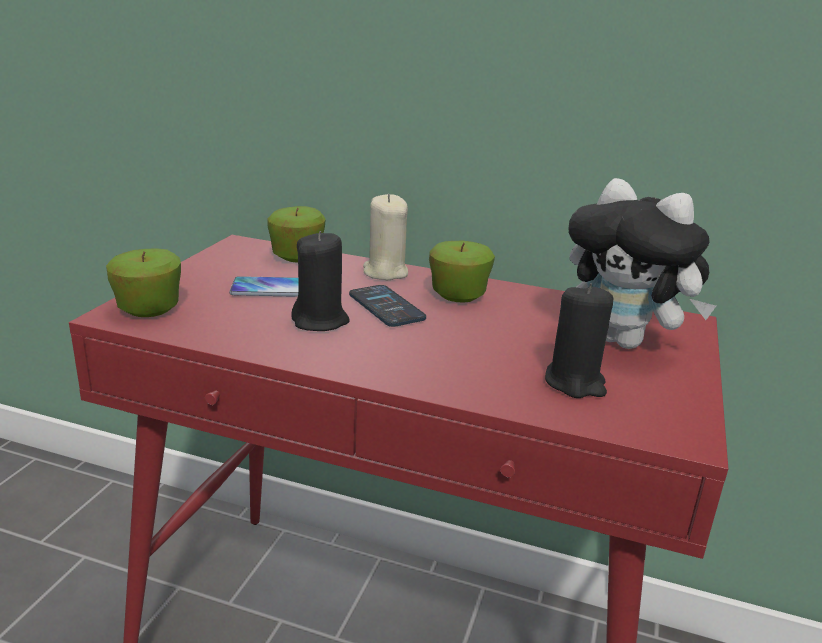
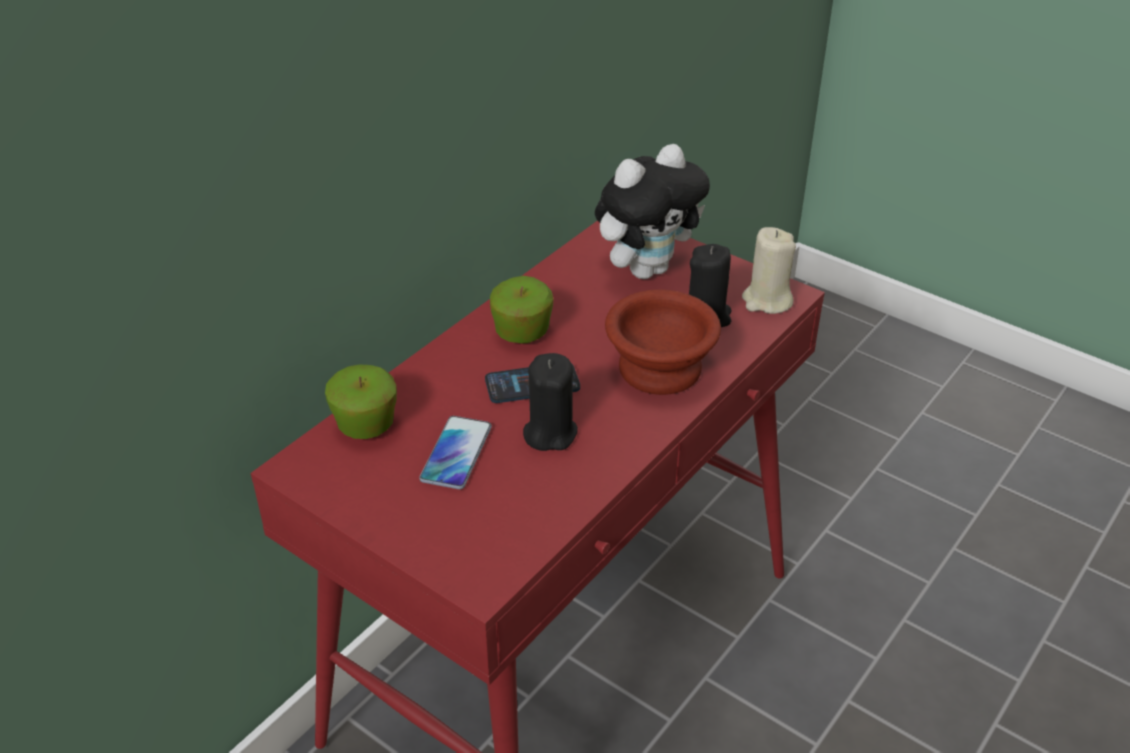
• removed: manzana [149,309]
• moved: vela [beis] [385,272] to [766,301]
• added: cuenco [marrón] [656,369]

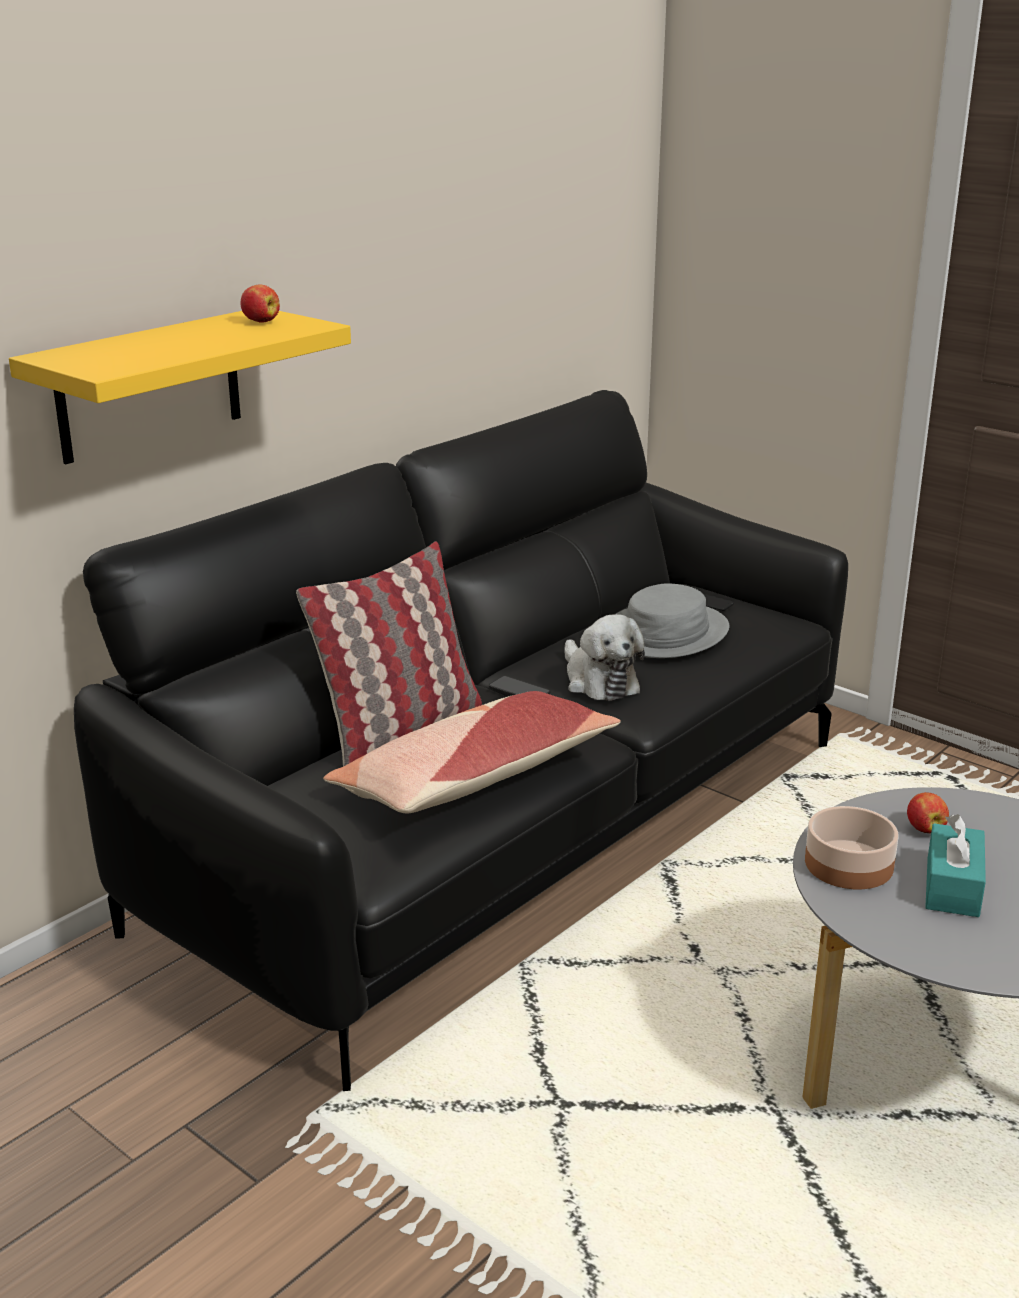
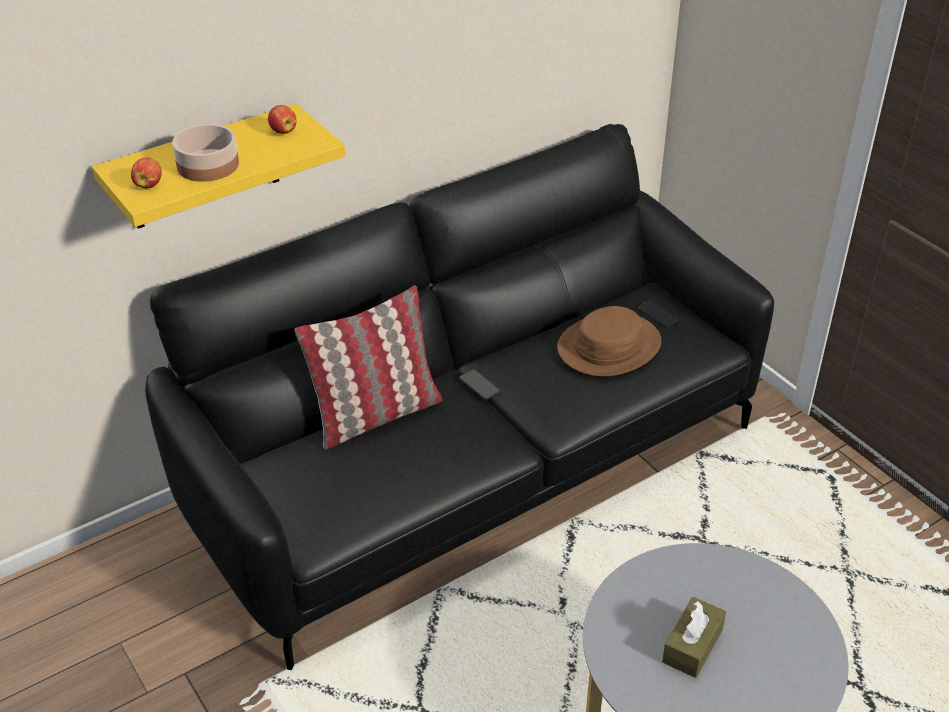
• removed: cojín [474,778]
• removed: peluche [599,681]
• recoloured: sombrero [gris] [666,633] to sombrero [marrón] [609,346]
• moved: cuenco [847,864] to [208,165]
• moved: manzana [924,829] to [149,185]
• recoloured: caja de pañuelos [turquesa] [952,886] to caja de pañuelos [marrón] [692,646]

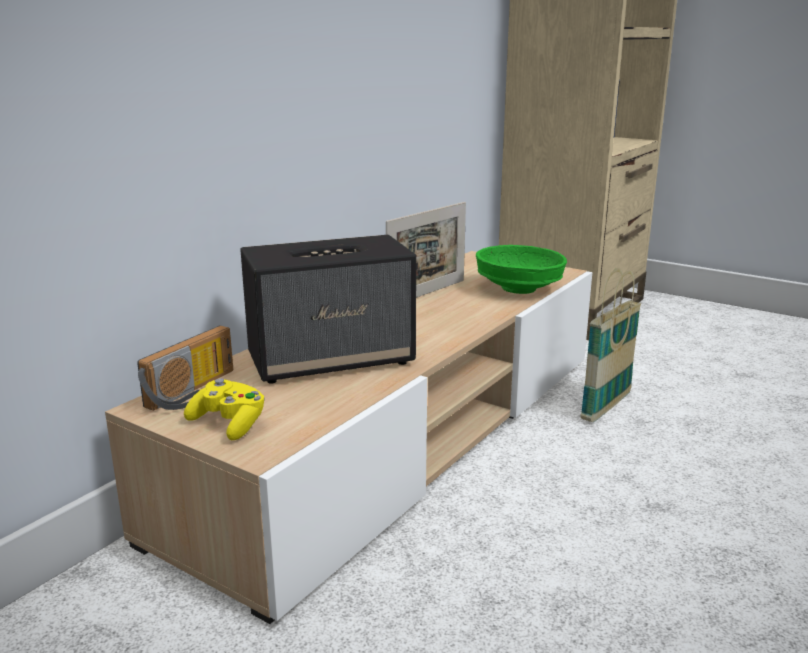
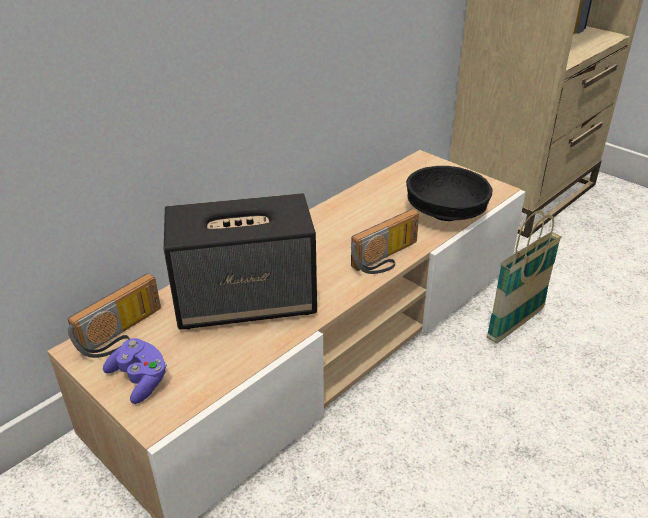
• recoloured: mando de consola [amarillo] [229,424] to mando de consola [morado] [140,379]
• removed: portarretratos [426,293]
• recoloured: cuenco [verde] [519,289] to cuenco [negro] [445,213]
• added: radio [387,259]

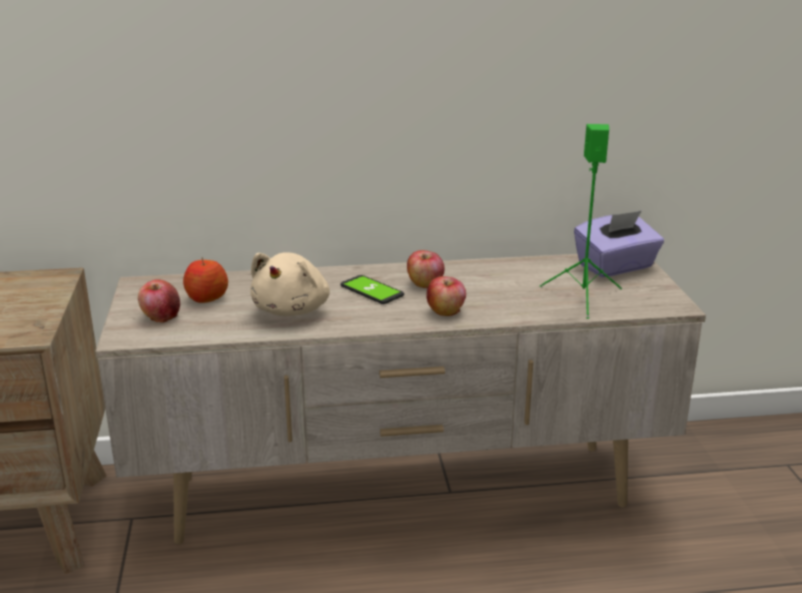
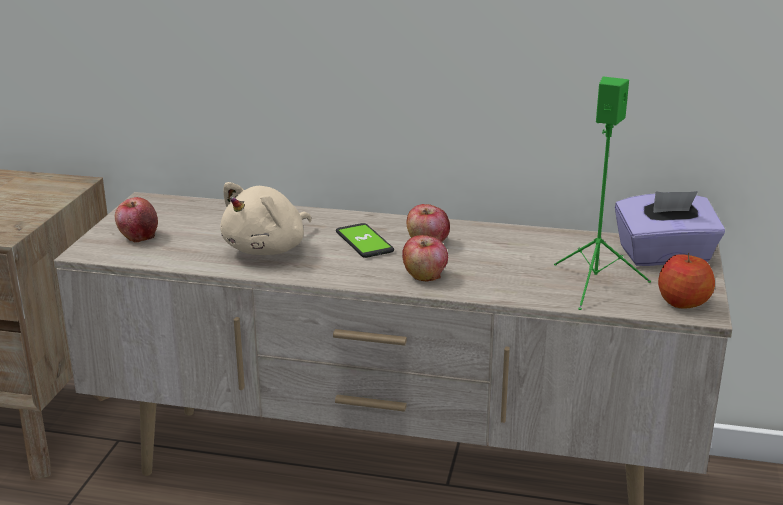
• moved: manzana [206,297] to [683,302]

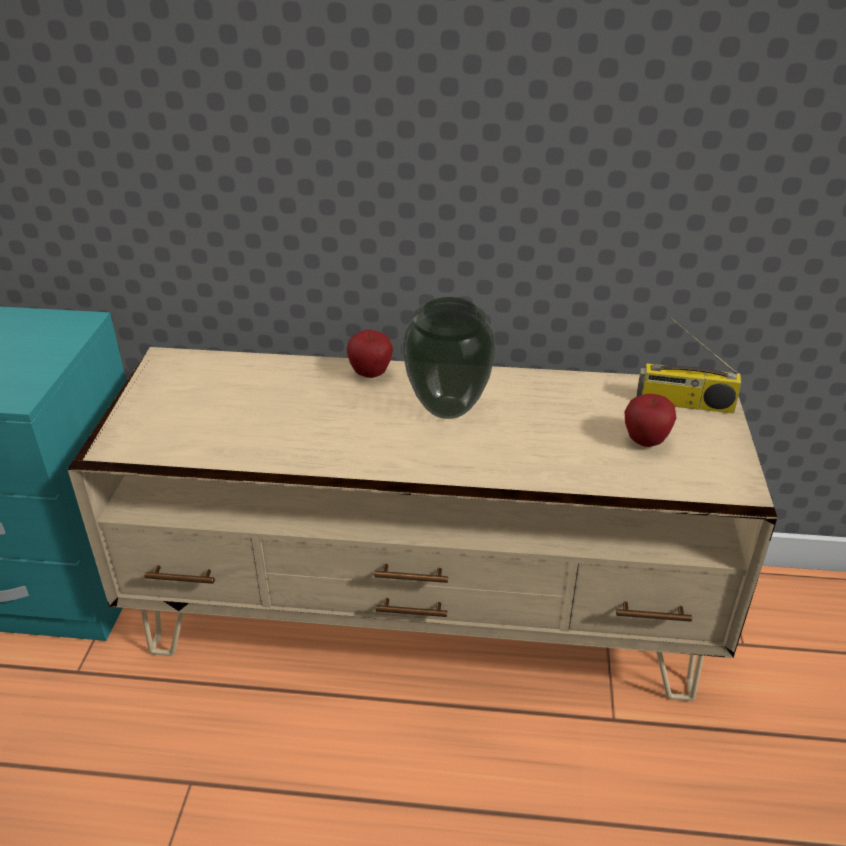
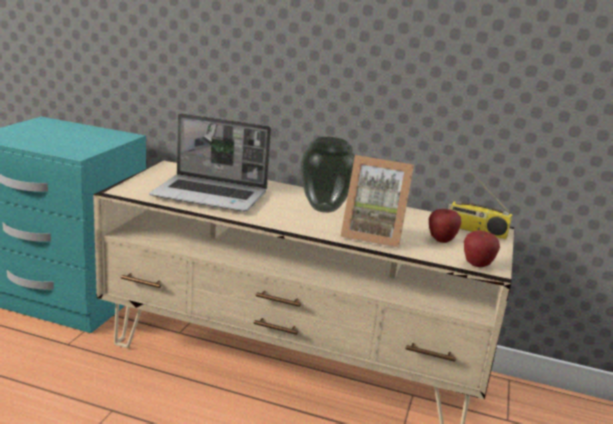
• moved: manzana [370,374] to [477,265]
• added: portátil [211,195]
• added: portarretratos [373,235]

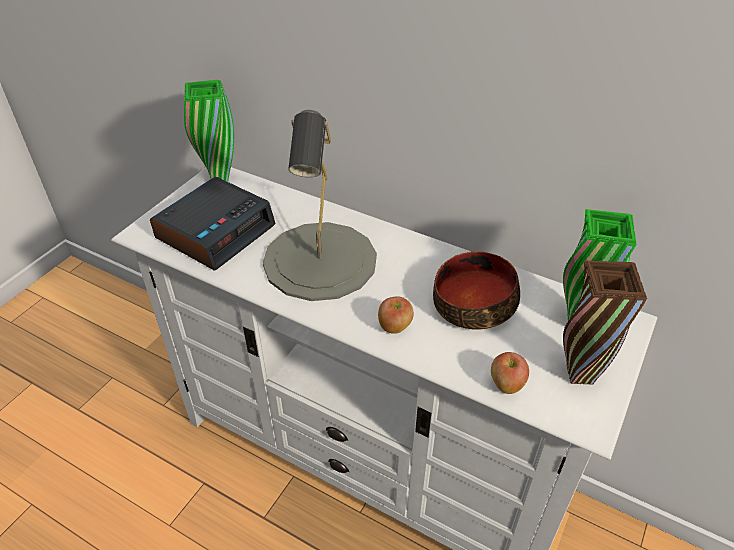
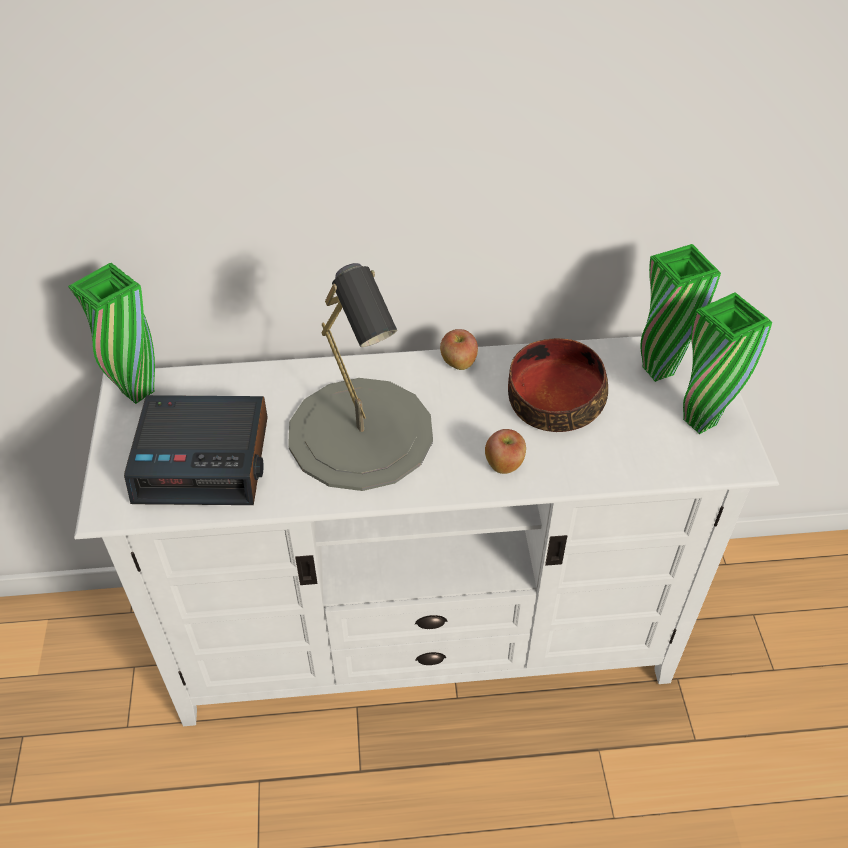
• turned: despertador [216,231] = [204,459] 90 degrees clockwise
• moved: manzana [506,385] to [458,363]
• recoloured: florero [marrón] [579,375] to florero [verde] [700,422]

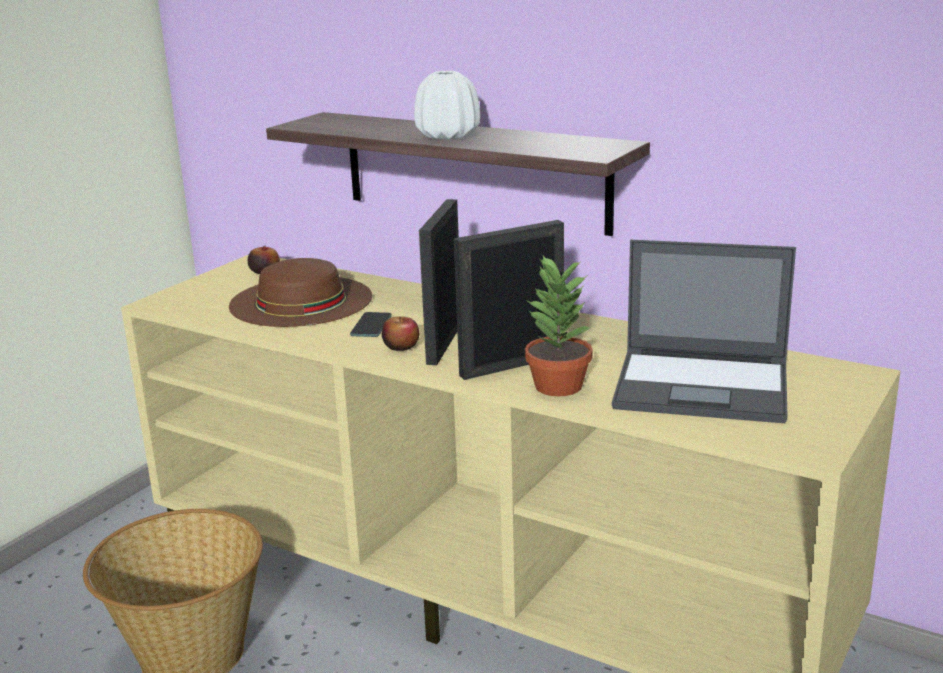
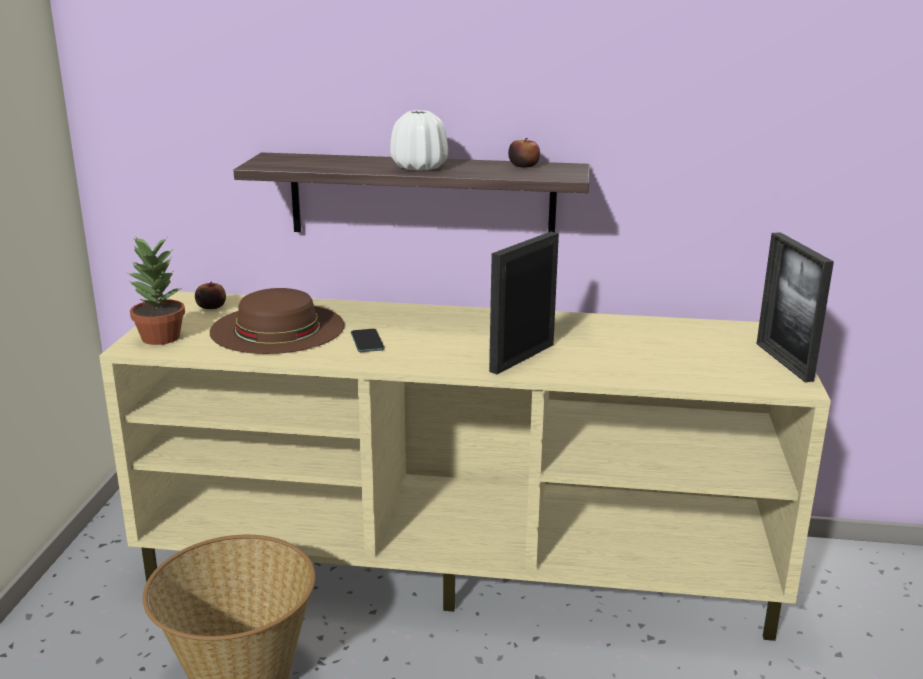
• moved: manzana [401,347] to [523,165]
• moved: portarretratos [444,343] to [784,361]
• moved: planta en maceta [557,386] to [159,337]
• removed: portátil [704,387]

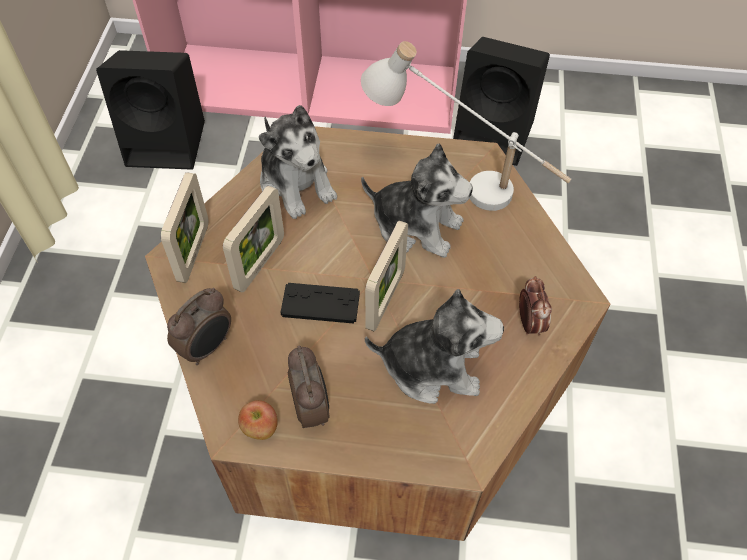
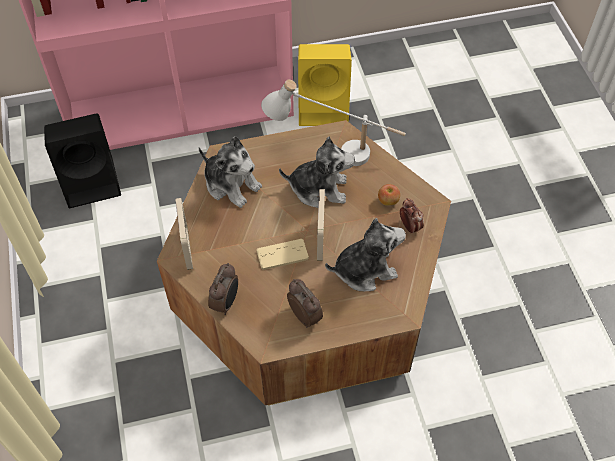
• removed: portarretratos [260,264]
• moved: manzana [260,429] to [388,201]
• recoloured: mando de consola [negro] [320,304] to mando de consola [beis] [282,255]
• recoloured: altavoz [negro] [495,134] to altavoz [amarillo] [325,107]

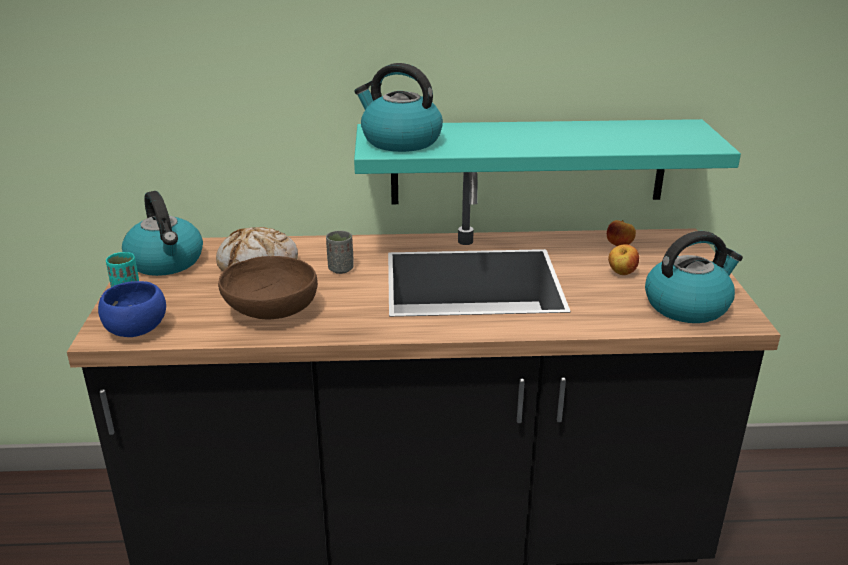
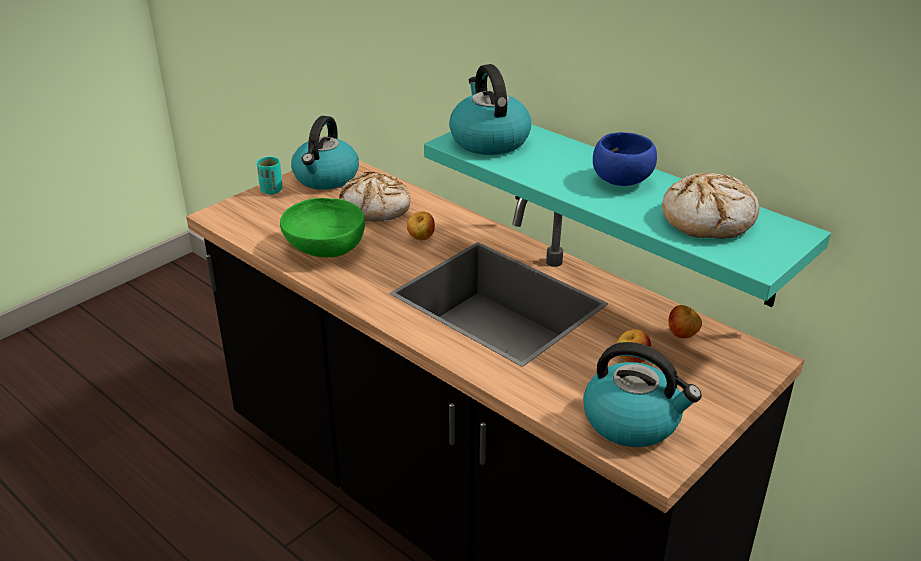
• moved: cuenco [azul] [138,329] to [623,181]
• recoloured: cuenco [marrón] [270,311] to cuenco [verde] [324,248]
• replaced: taza [gris] [340,269] to manzana [421,239]
• added: pan [708,219]

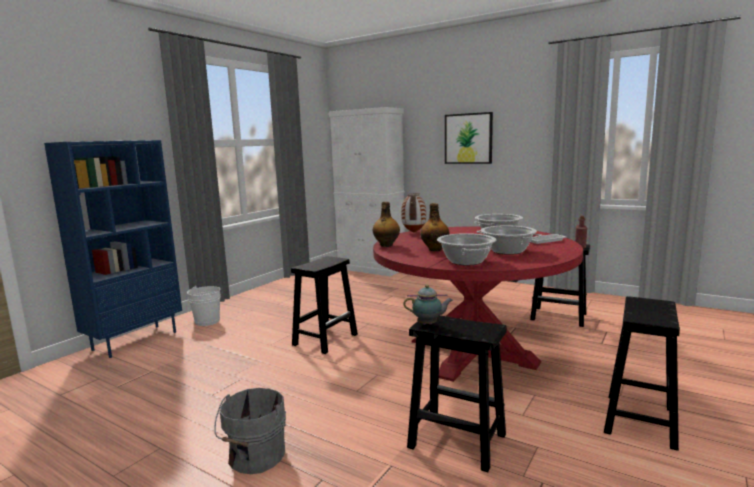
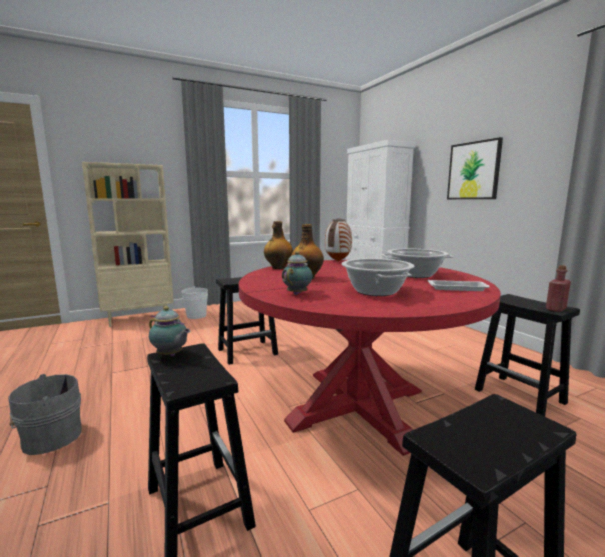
• recoloured: estantería [azul] [135,340] to estantería [beis] [139,318]
• replaced: olla [466,261] to tetera [298,293]

